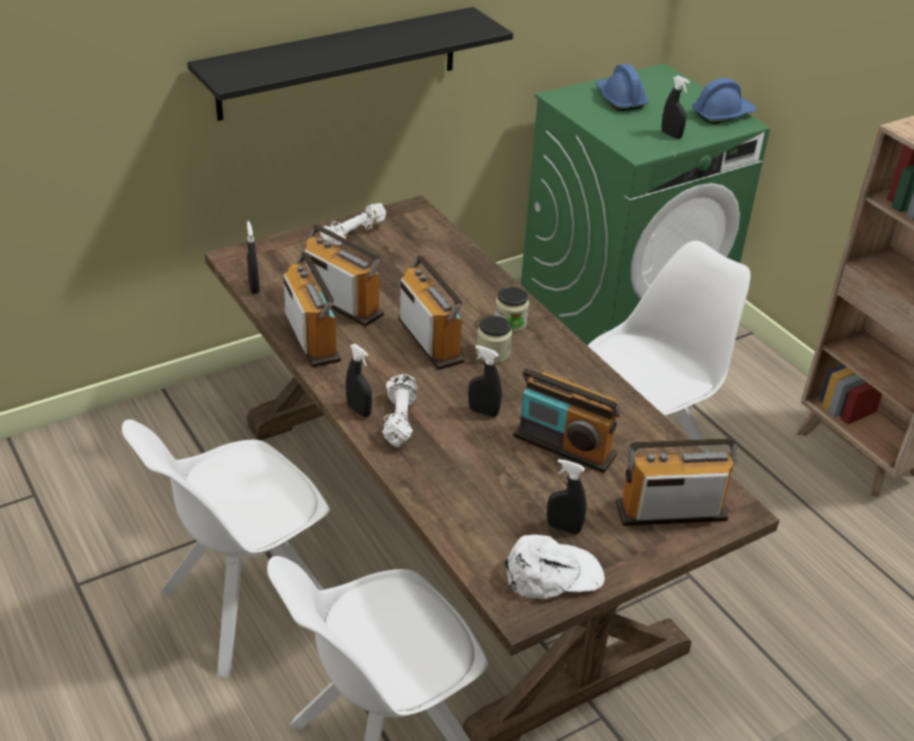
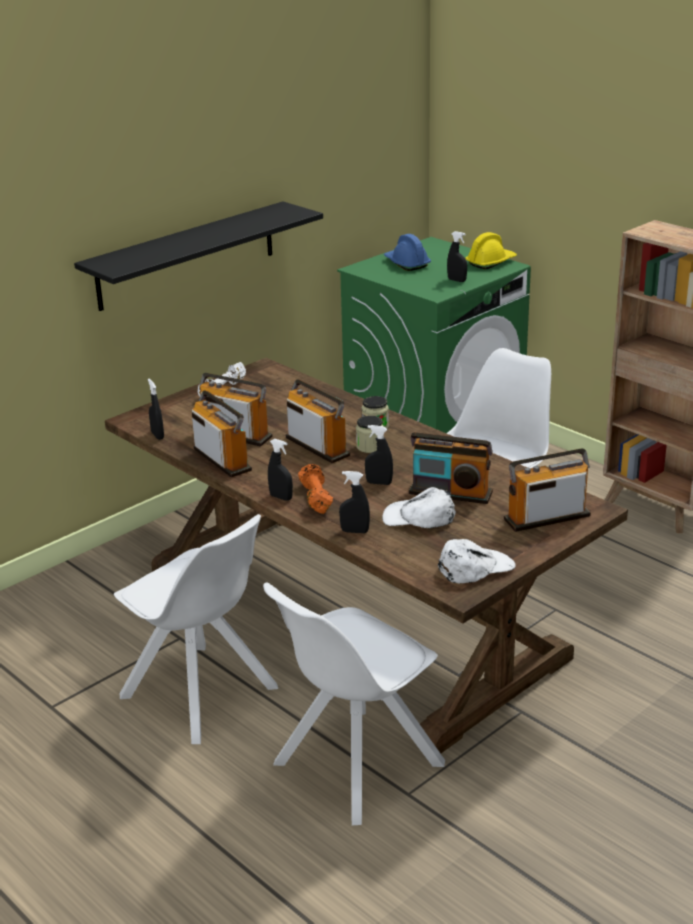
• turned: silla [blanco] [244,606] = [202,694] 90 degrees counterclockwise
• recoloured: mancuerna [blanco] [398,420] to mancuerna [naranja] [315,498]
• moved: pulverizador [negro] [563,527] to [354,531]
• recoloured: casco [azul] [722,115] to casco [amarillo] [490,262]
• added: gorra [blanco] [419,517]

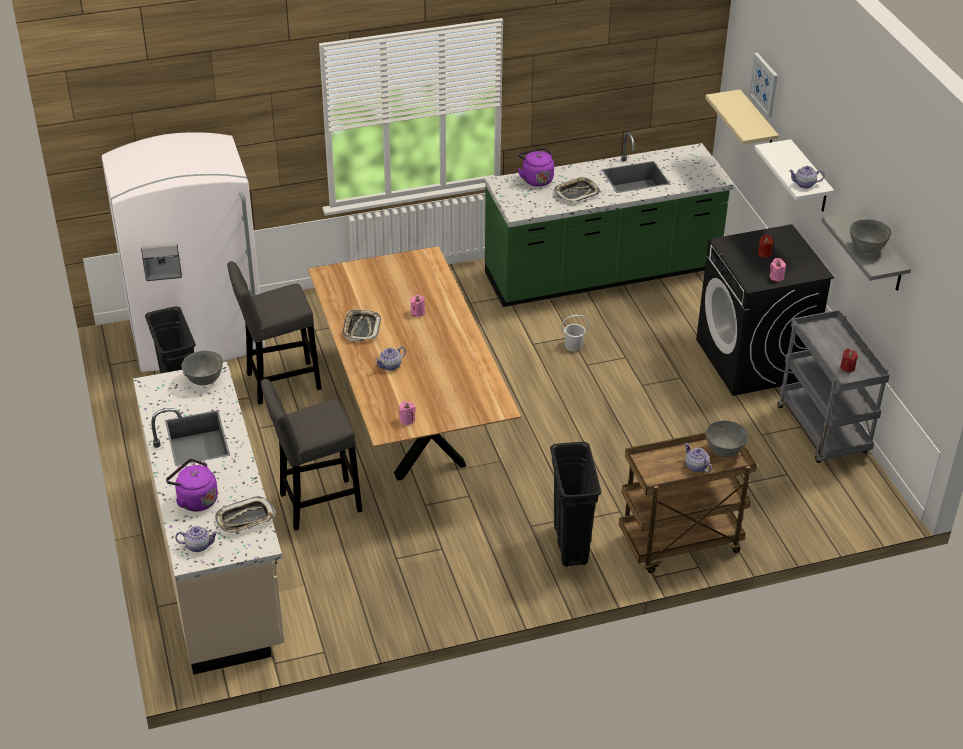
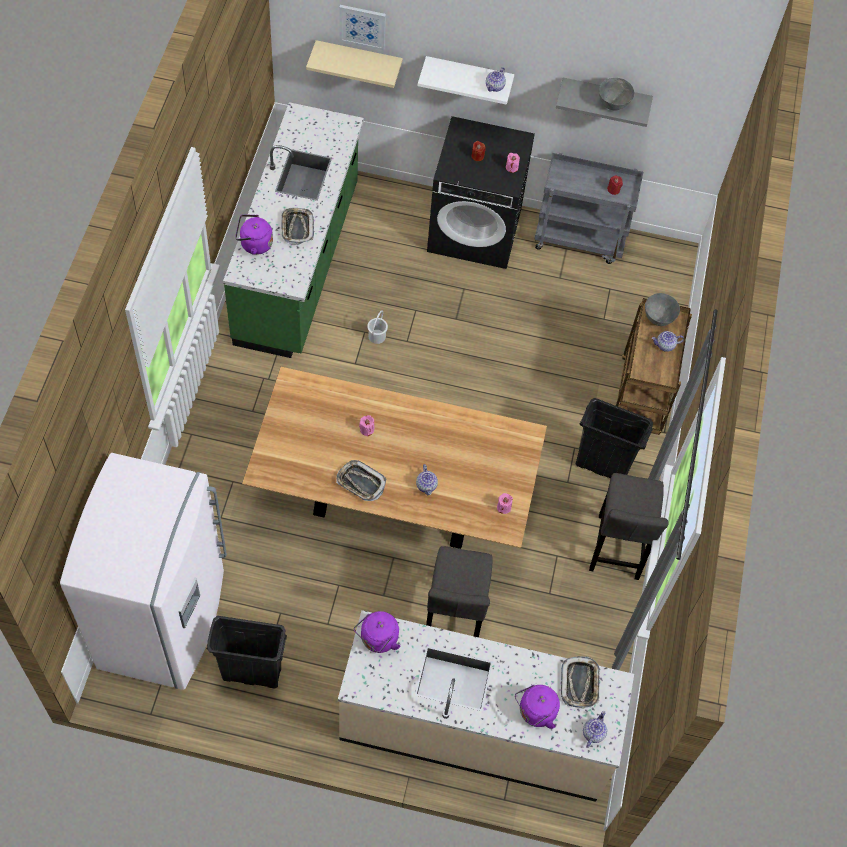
• replaced: cuenco [gris] [204,380] to hervidor [morado] [377,640]
• moved: taburete [gris] [279,383] to [616,551]

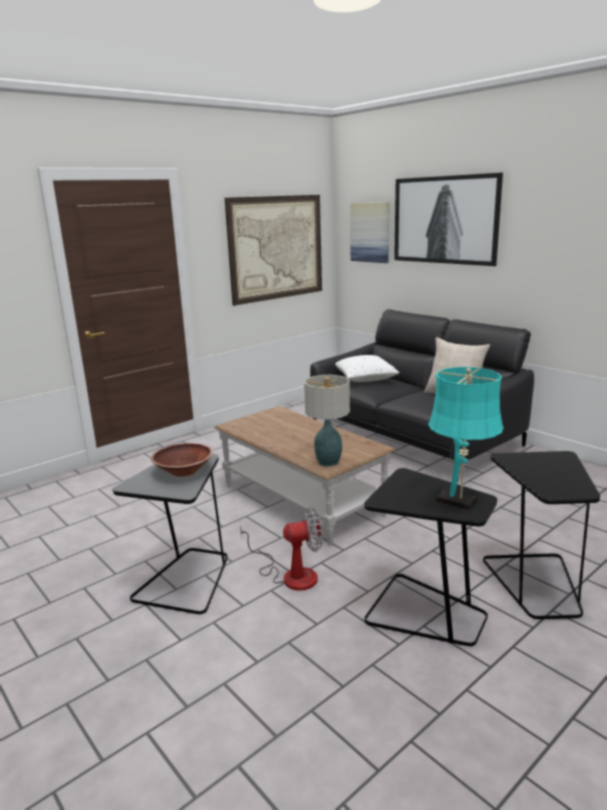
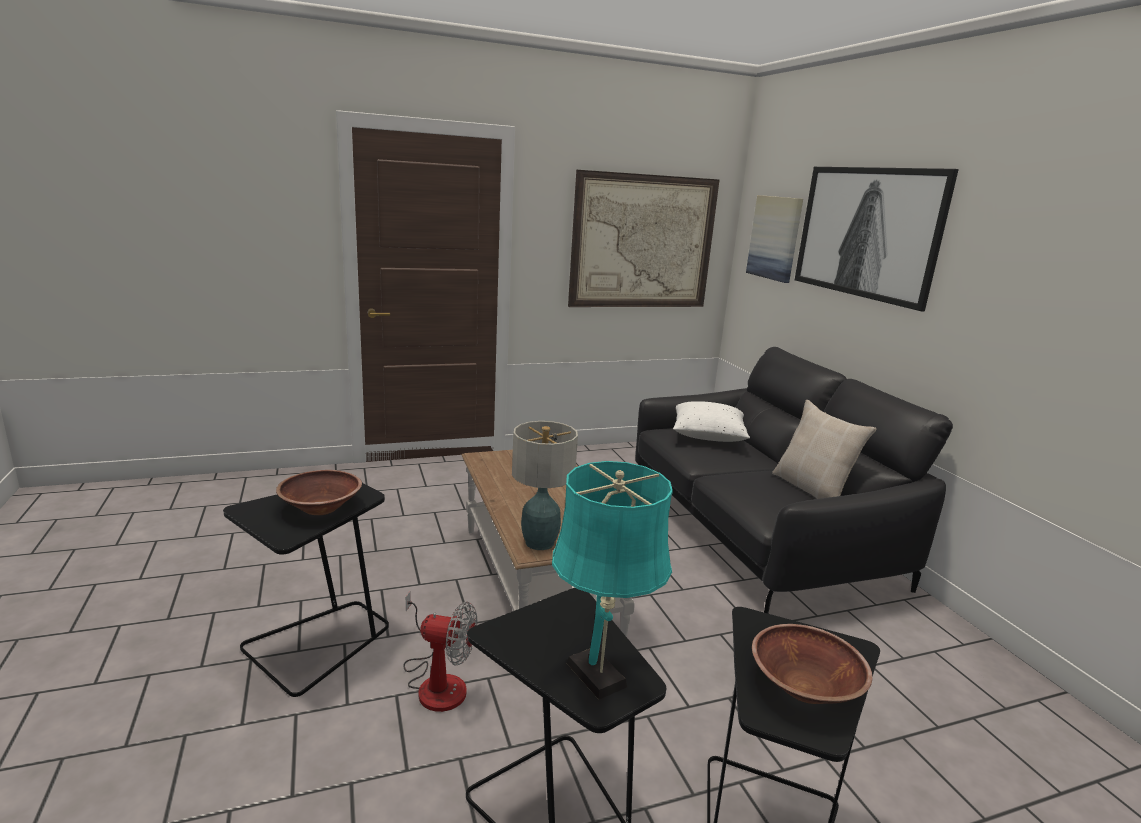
• added: cuenco [marrón] [804,688]

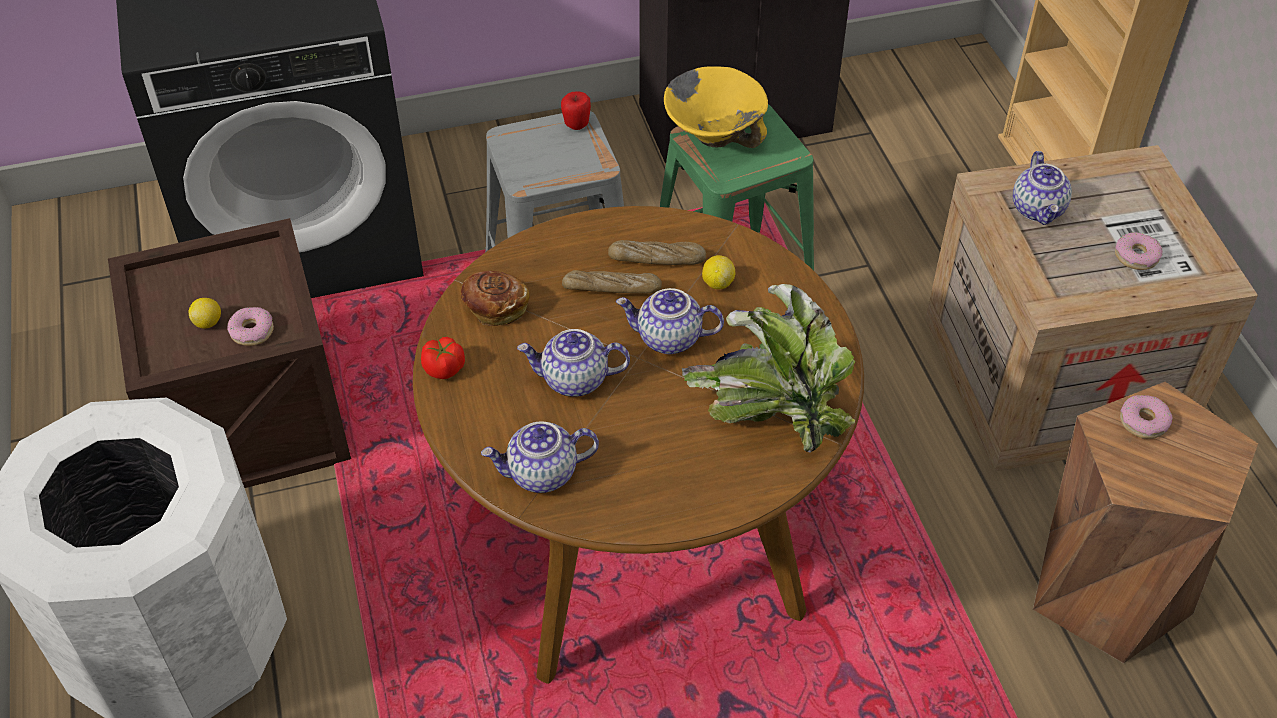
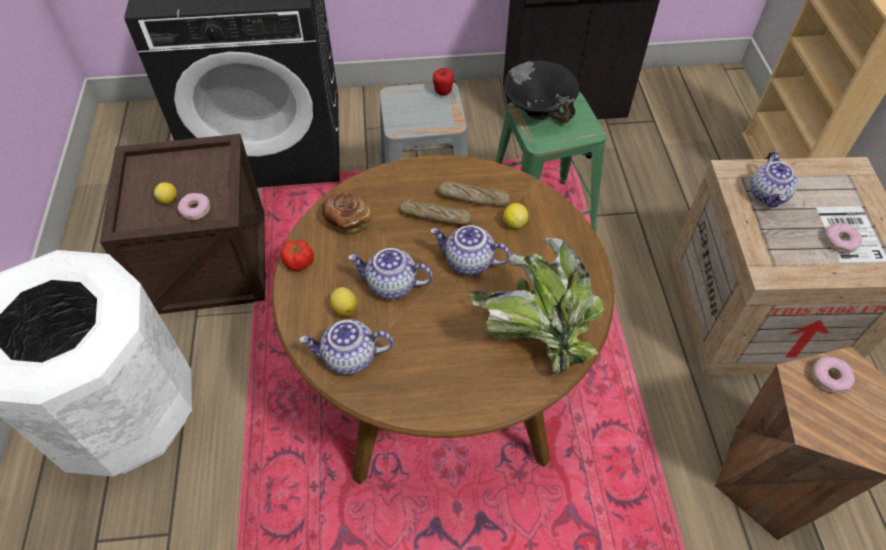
• recoloured: cuenco [amarillo] [714,134] to cuenco [negro] [538,110]
• added: limón [344,308]

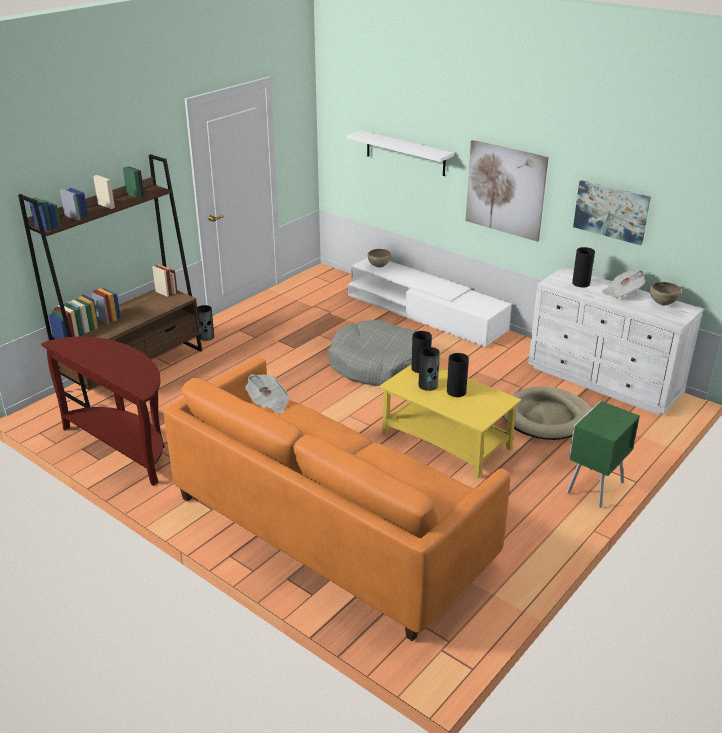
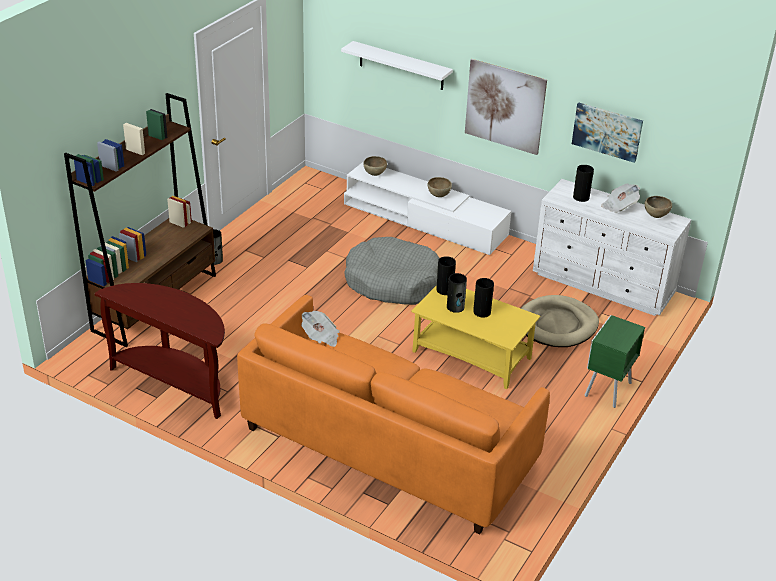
• added: cuenco [marrón] [438,195]

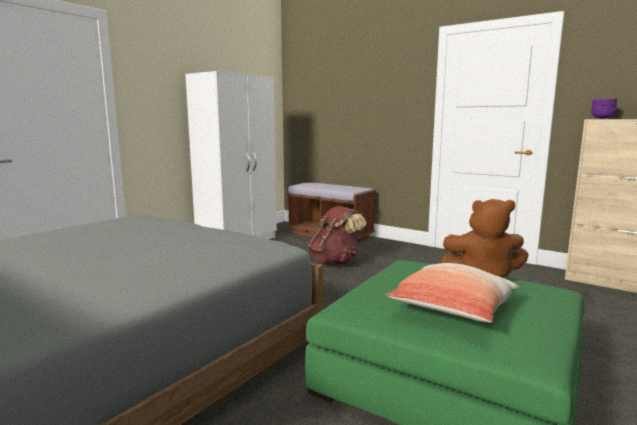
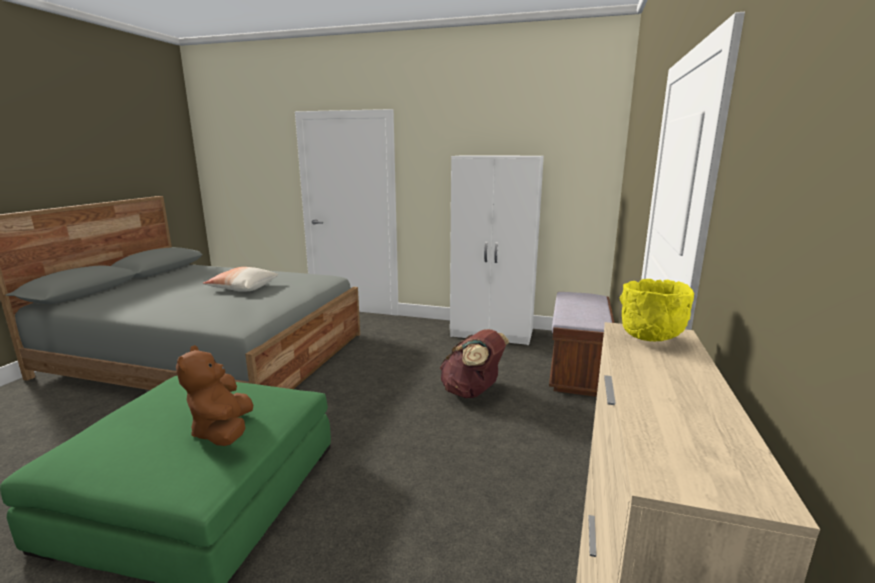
• moved: cojín [452,309] to [242,288]
• recoloured: cuenco [morado] [602,118] to cuenco [amarillo] [652,339]

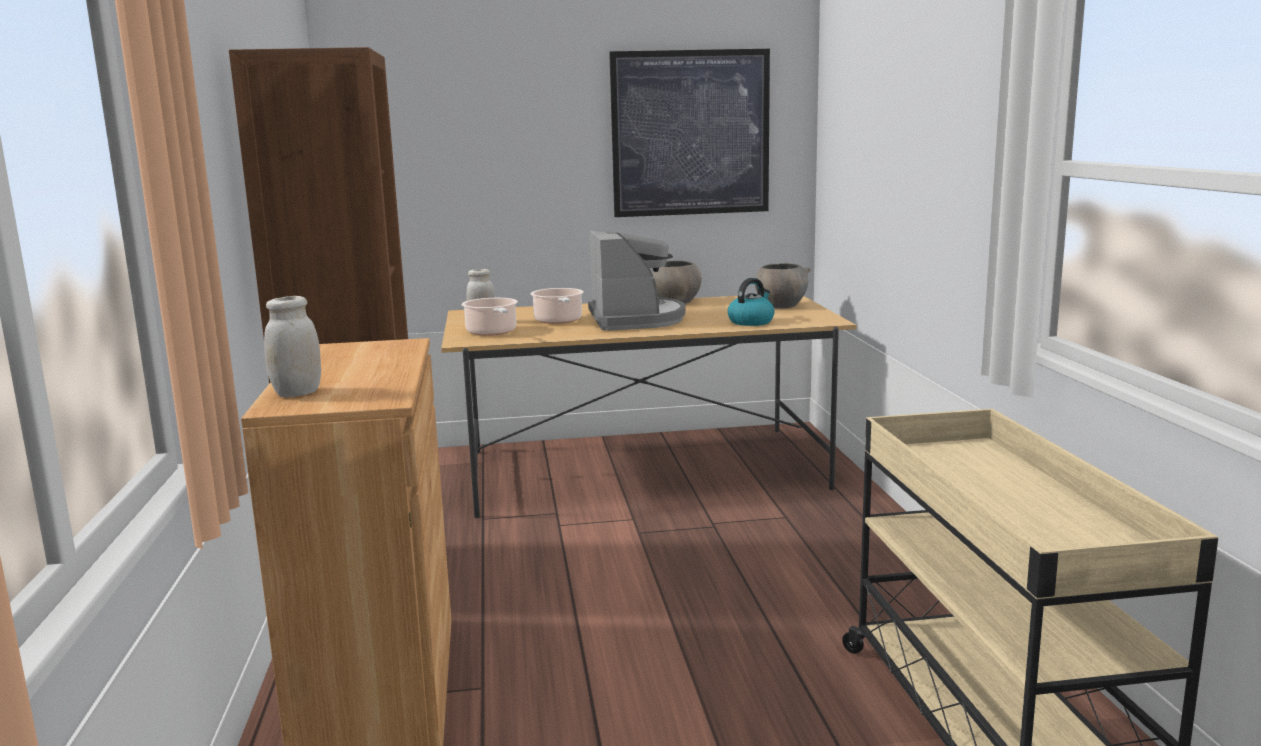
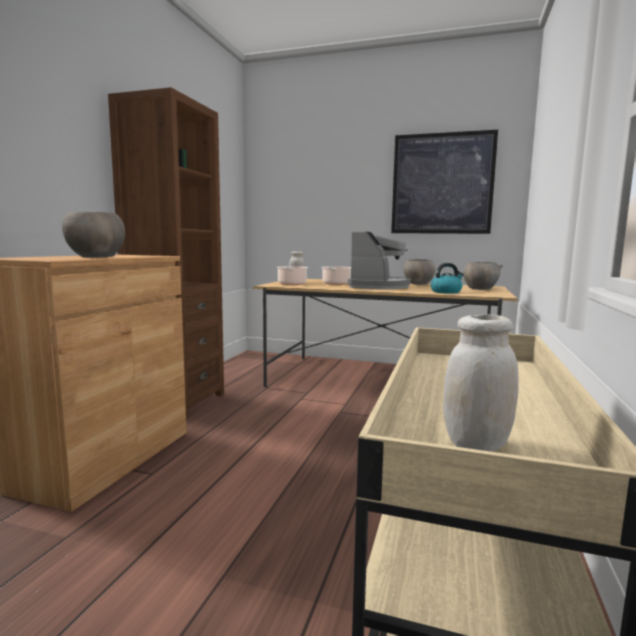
• moved: tarro [blanco] [297,393] to [476,444]
• added: cuenco [gris] [95,257]

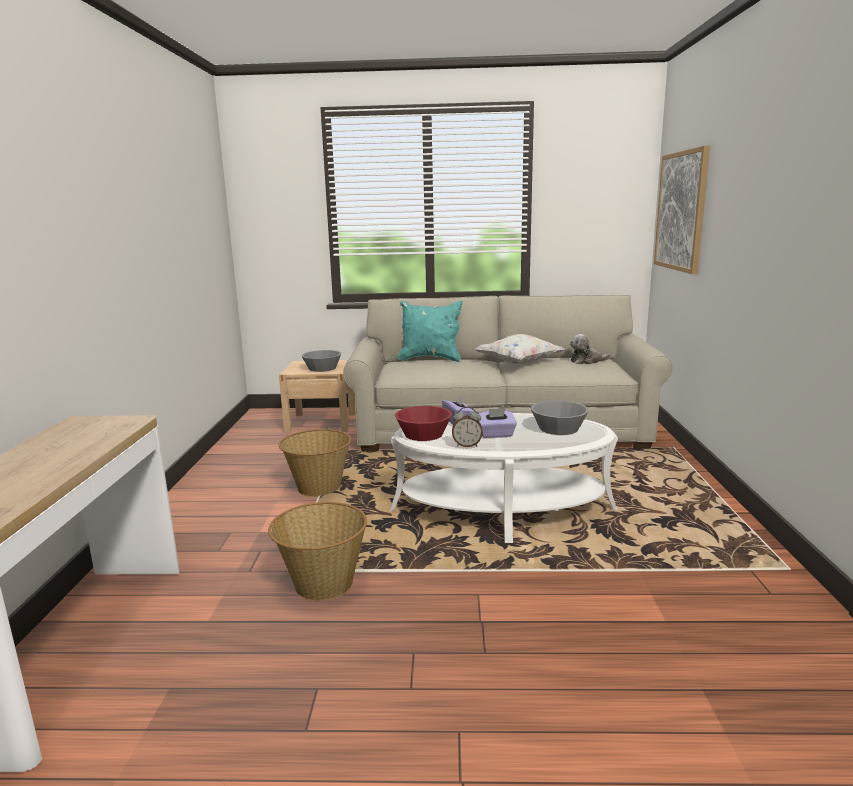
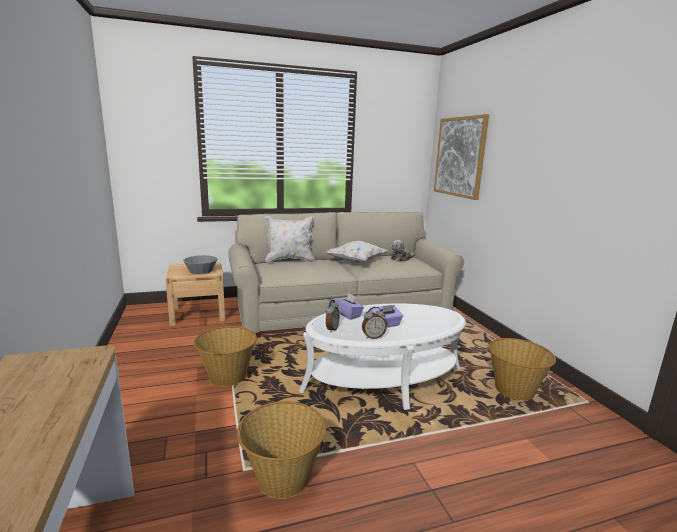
• replaced: cuenco [rojo] [423,434] to despertador [331,329]
• recoloured: cojín [turquesa] [430,359] to cojín [blanco] [289,260]
• removed: cuenco [gris] [558,428]
• added: cesta [514,390]

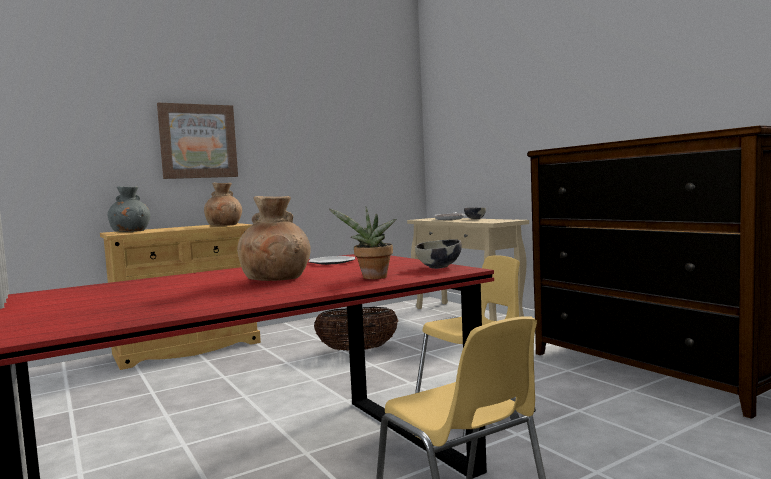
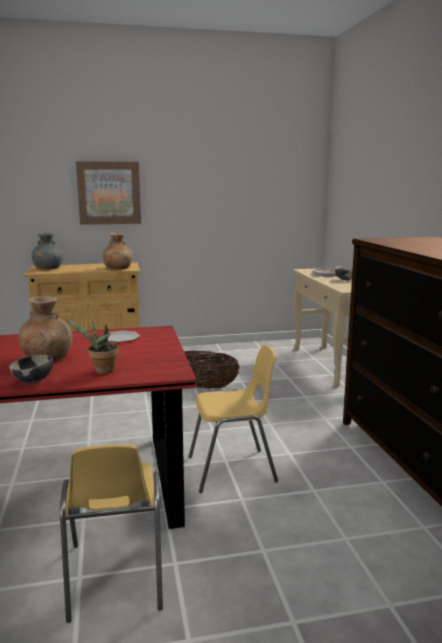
• moved: cuenco [439,267] to [33,381]

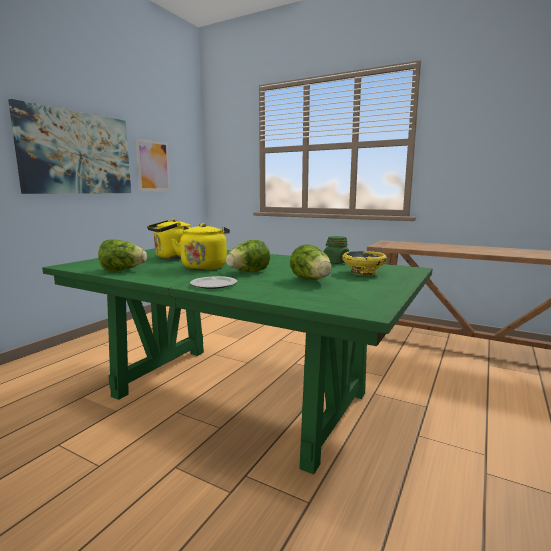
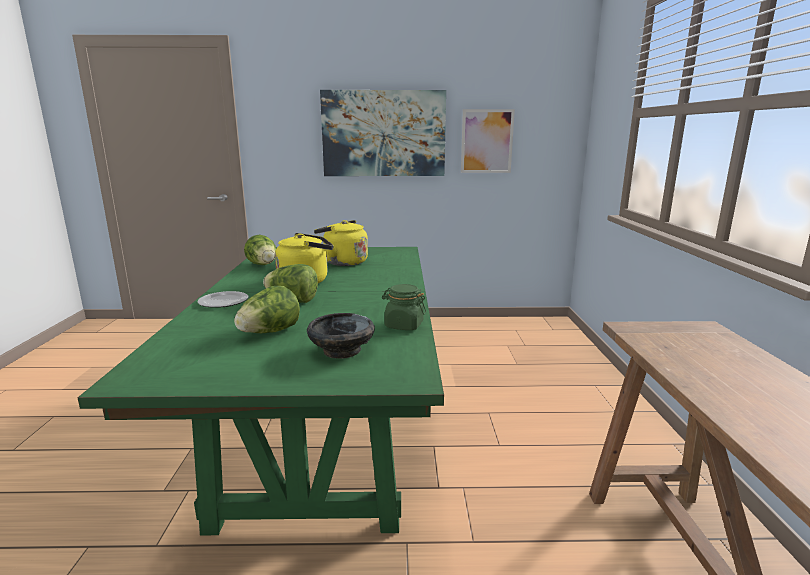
• recoloured: cuenco [amarillo] [363,273] to cuenco [negro] [341,351]

